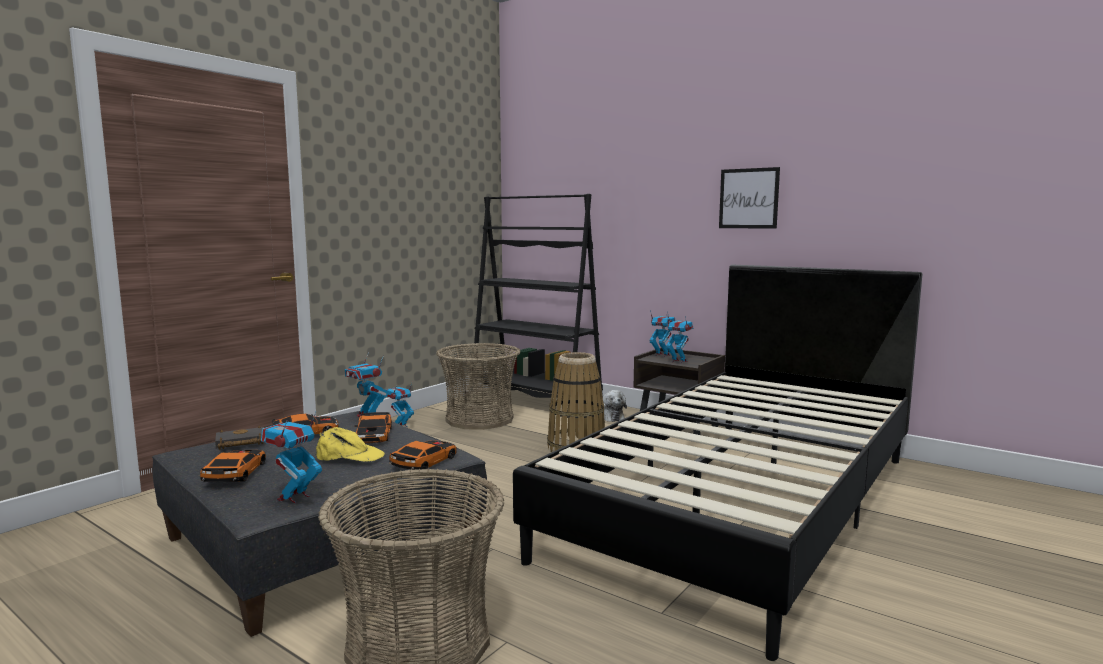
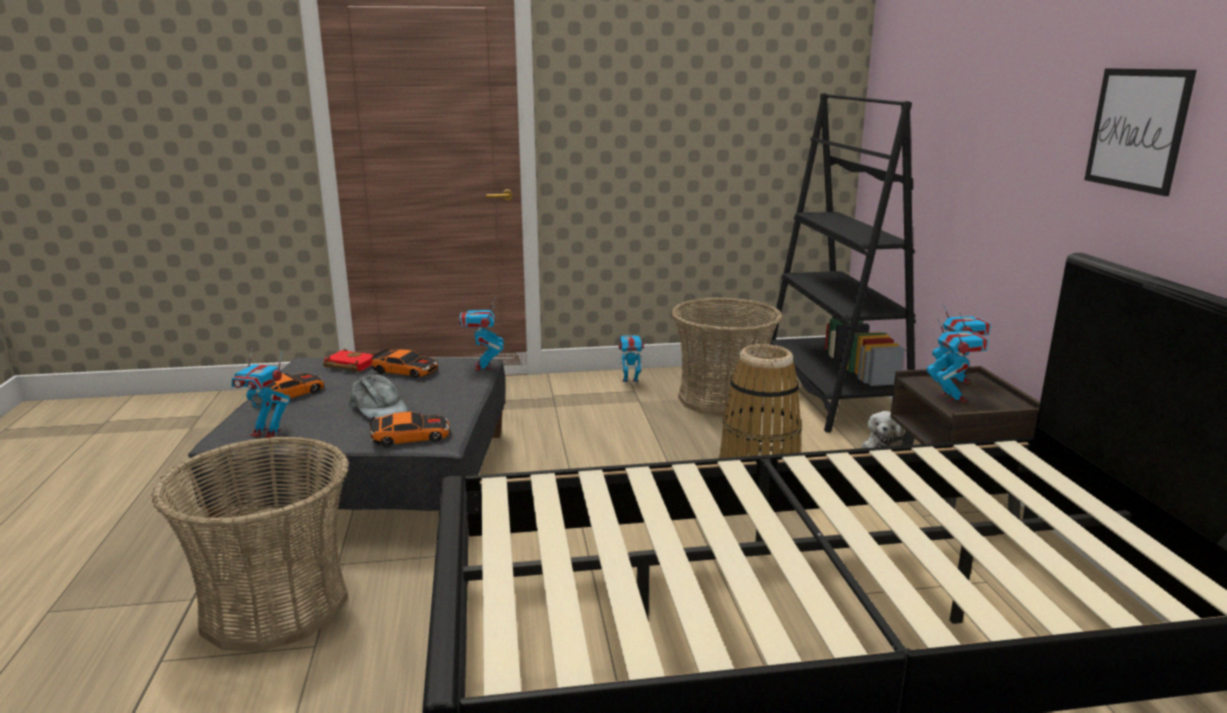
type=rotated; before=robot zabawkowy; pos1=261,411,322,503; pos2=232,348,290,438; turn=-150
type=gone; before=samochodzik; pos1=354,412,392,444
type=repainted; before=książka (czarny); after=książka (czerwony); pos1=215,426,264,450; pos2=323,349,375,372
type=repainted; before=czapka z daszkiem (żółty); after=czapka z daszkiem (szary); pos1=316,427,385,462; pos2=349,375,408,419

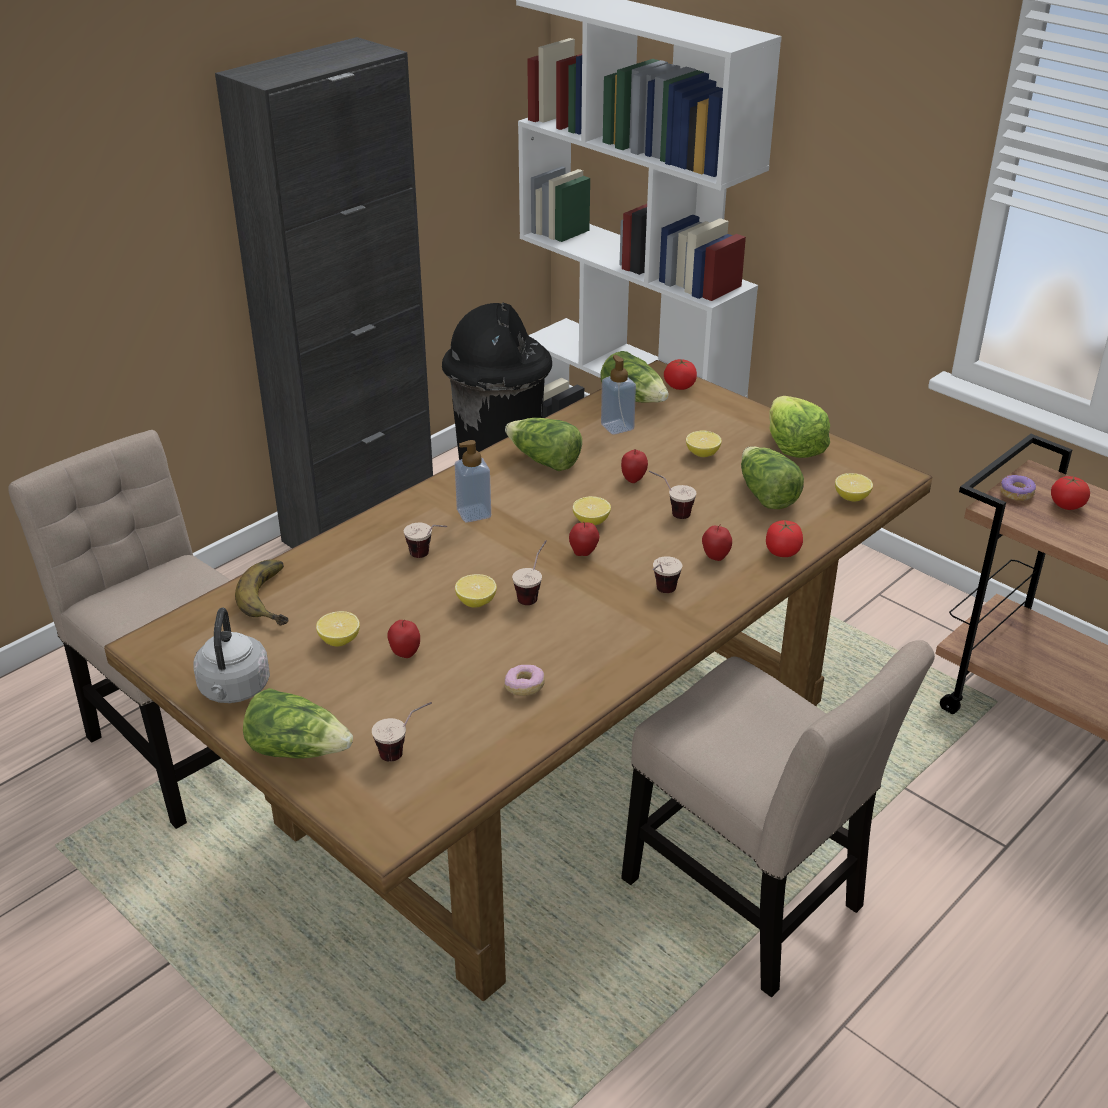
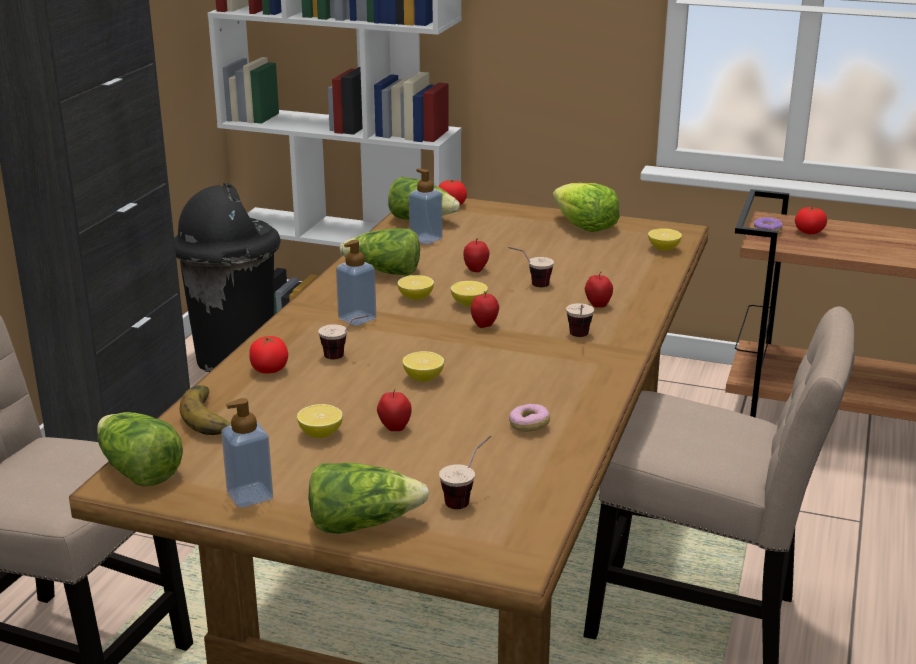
type=shifted; before=cytryna; pos1=686,430,722,457; pos2=397,275,434,300
type=shifted; before=sałata; pos1=741,447,804,509; pos2=97,412,183,487
type=shifted; before=pomidor; pos1=766,520,803,557; pos2=249,336,288,374
type=gone; before=filiżanka; pos1=512,540,547,605
type=swapped; before=czajnik (szary); after=dozownik mydła; pos1=193,607,270,703; pos2=221,398,273,508

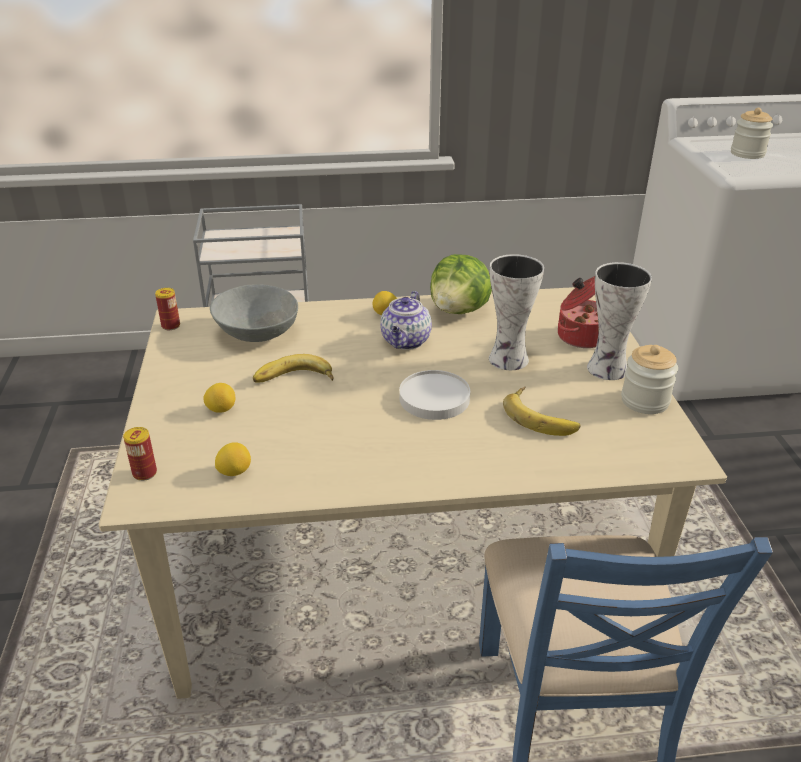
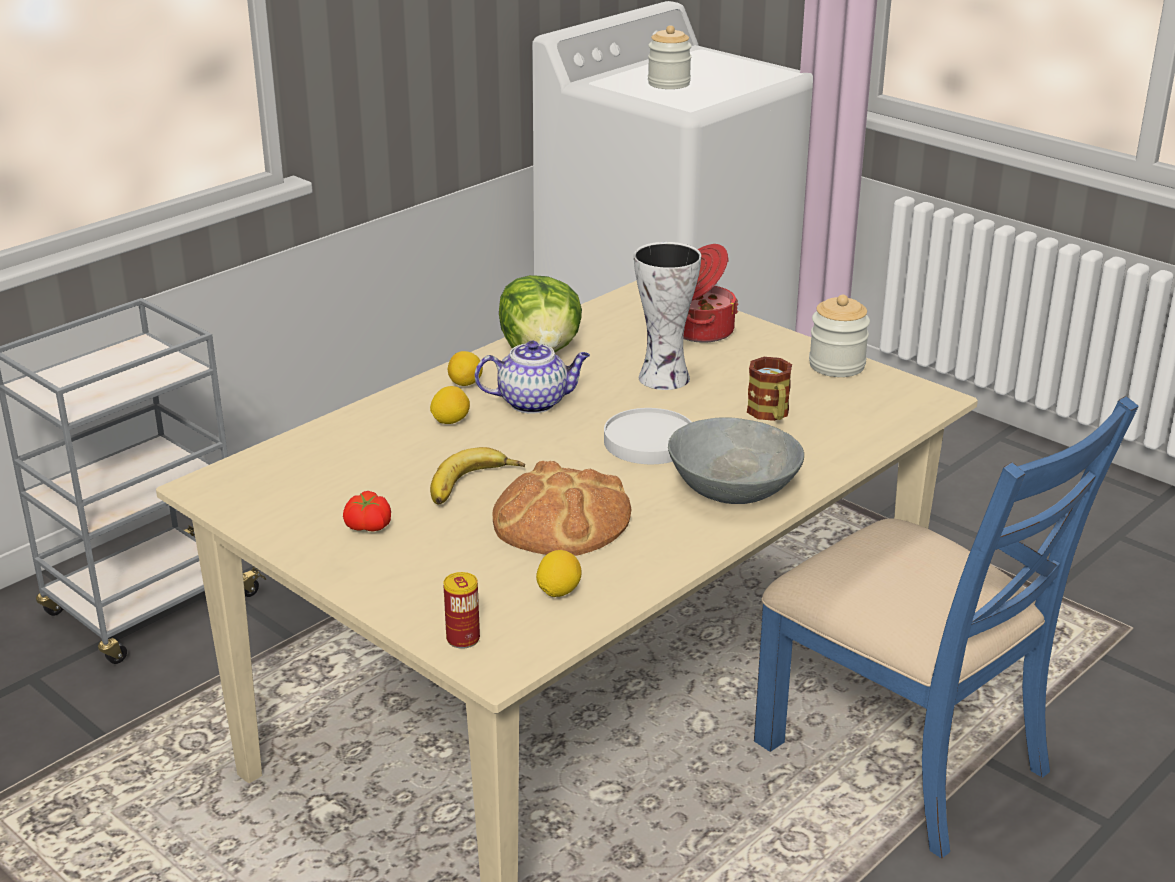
type=gone; before=wazon; pos1=587,262,652,380
type=shifted; before=miska (szary); pos1=210,284,298,342; pos2=668,418,804,504
type=gone; before=puszka; pos1=155,288,180,330
type=rotated; before=imbryk; pos1=380,291,432,350; pos2=475,341,590,414; turn=-75
type=shifted; before=cytryna; pos1=203,383,235,413; pos2=430,386,470,424
type=swapped; before=banan; after=kubek; pos1=503,387,580,436; pos2=747,357,792,421
type=new; after=chleb; pos2=493,461,632,556
type=new; after=pomidor; pos2=343,491,391,531

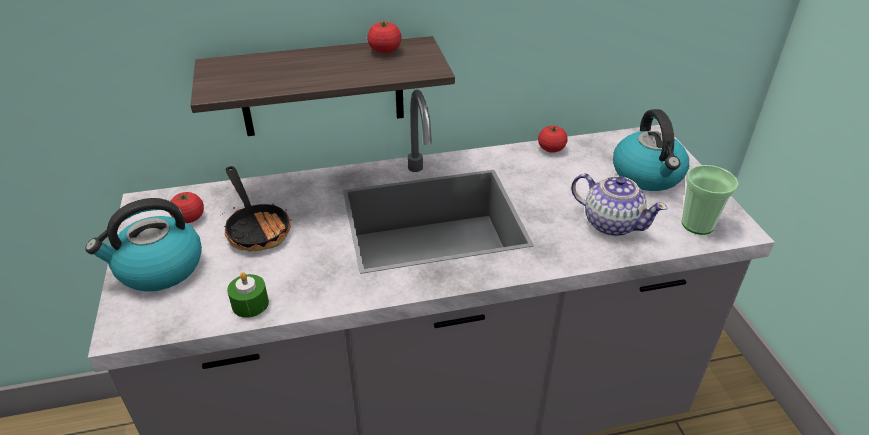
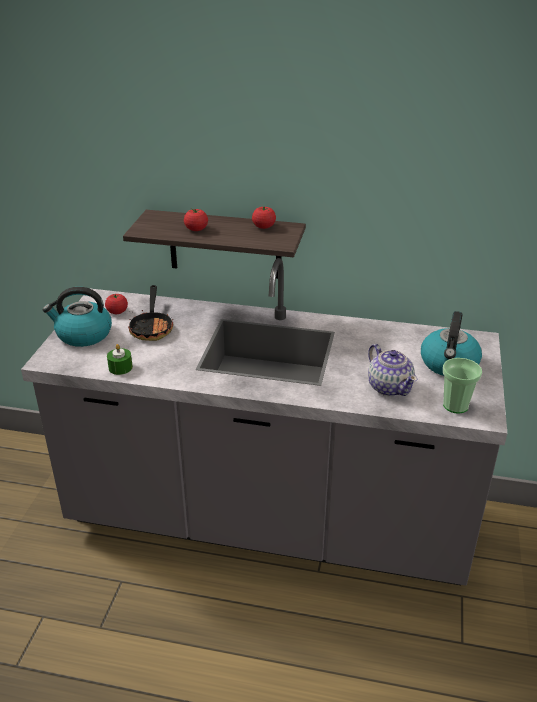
type=shifted; before=pomidor; pos1=538,126,568,153; pos2=184,209,208,231

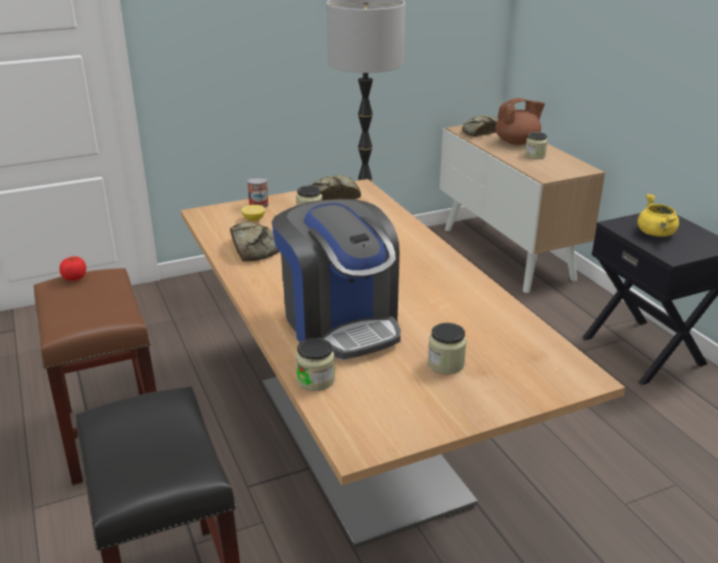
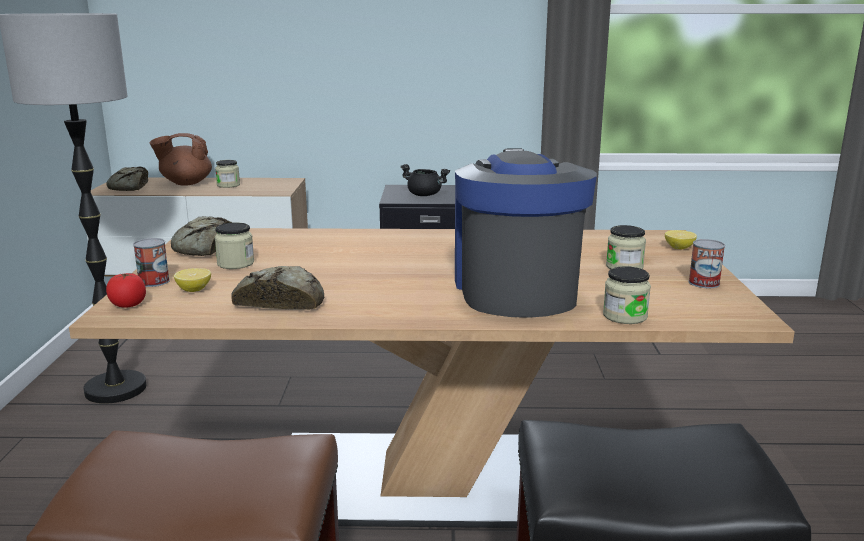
type=rotated; before=imbryk (brązowy); pos1=495,98,545,145; pos2=150,133,212,186; turn=-105
type=repainted; before=garnek (żółty); after=garnek (czarny); pos1=637,194,679,237; pos2=400,164,450,196
type=rotated; before=ekspres do kawy; pos1=272,199,401,360; pos2=455,148,597,318; turn=-90
type=shifted; before=pomidor; pos1=59,256,86,281; pos2=106,273,146,308
type=new; after=cytryna; pos2=665,230,697,250
type=new; after=puszka; pos2=688,239,725,288

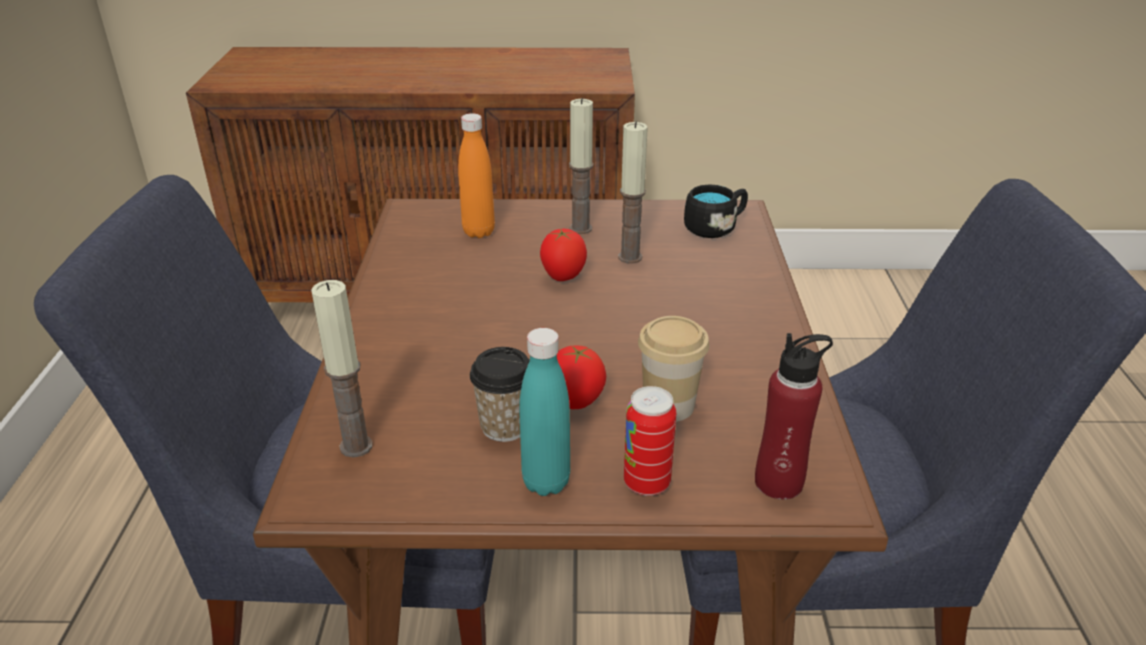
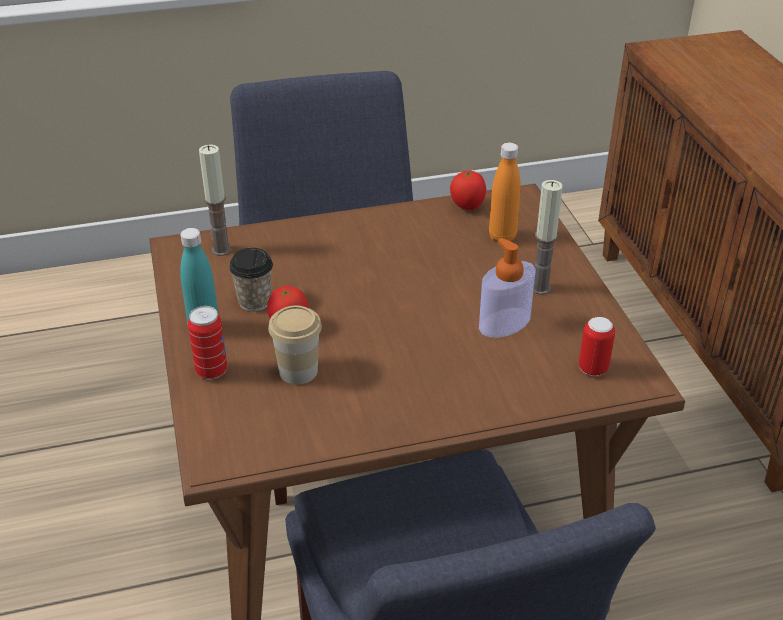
type=swapped; before=świeca; after=dozownik mydła; pos1=618,122,648,264; pos2=479,238,536,338
type=swapped; before=kubek (czarny); after=puszka; pos1=684,184,748,238; pos2=579,317,615,376
type=shifted; before=pomidor; pos1=540,229,587,281; pos2=450,169,486,210
type=gone; before=butelka (czerwony); pos1=755,333,833,499

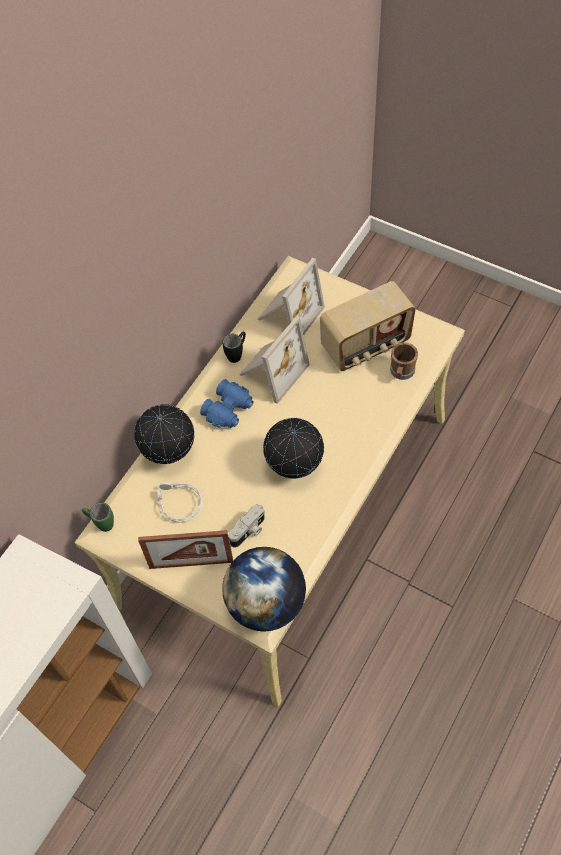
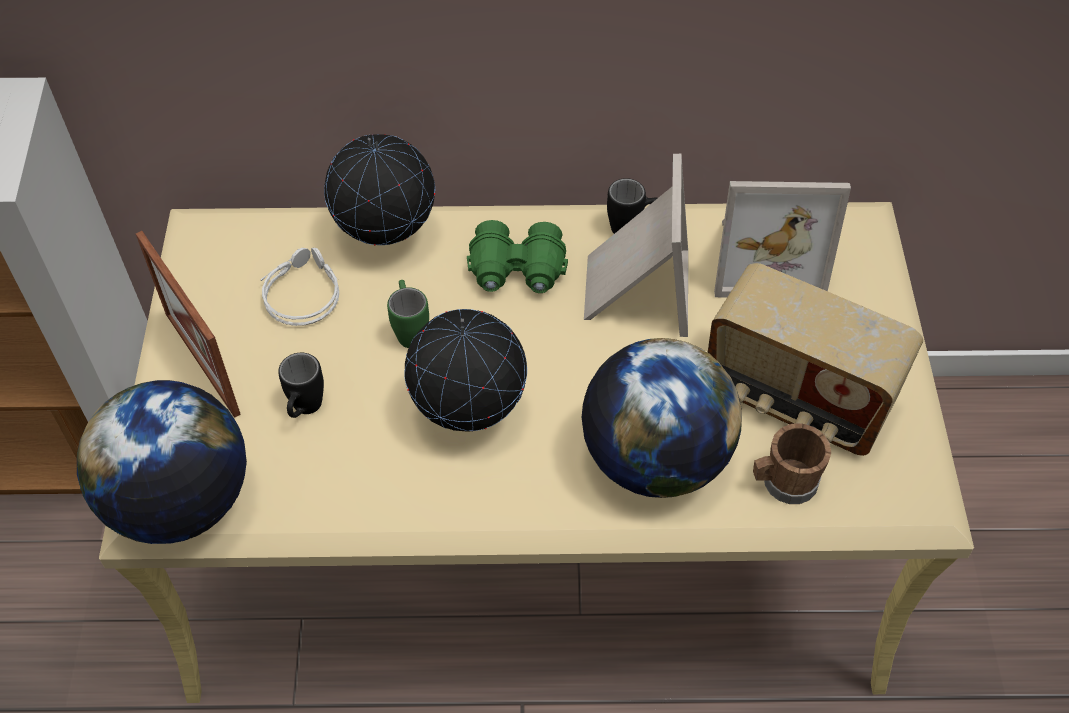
type=rotated; before=ramka na zdjęcie; pos1=239,316,310,404; pos2=584,154,688,337; turn=-90
type=repainted; before=lornetka (niebieski); after=lornetka (zielony); pos1=200,379,254,428; pos2=467,220,568,293
type=shifted; before=kubek (zielony); pos1=82,502,114,532; pos2=387,280,429,348
type=swapped; before=aparat fotograficzny; after=kubek (czarny); pos1=228,504,265,548; pos2=278,353,324,418
type=new; after=globus; pos2=582,338,742,498

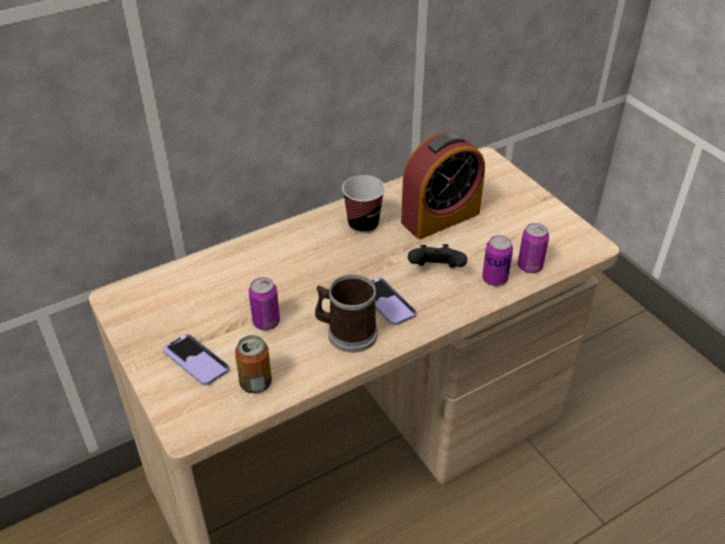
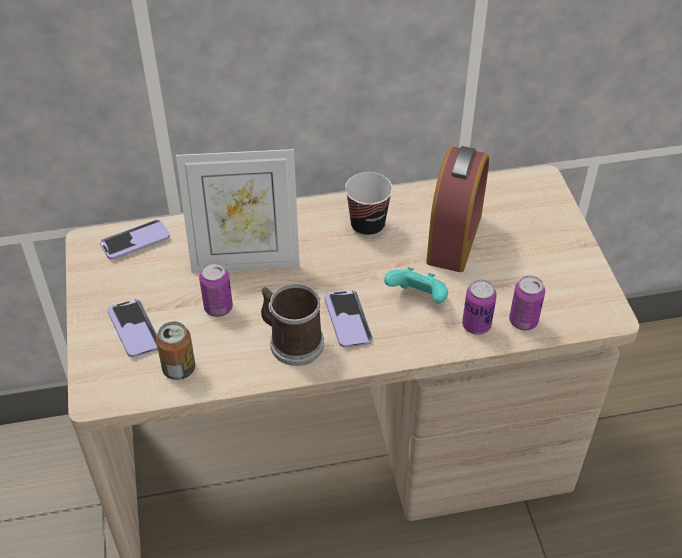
type=rotated; before=budzik; pos1=401,132,485,239; pos2=426,146,489,272; turn=-60
type=repainted; before=pad do gier (czarny); after=pad do gier (turkusowy); pos1=408,244,467,268; pos2=384,267,448,304
type=new; after=ramka na zdjęcie; pos2=176,149,300,273
type=new; after=telefon; pos2=100,220,170,260

